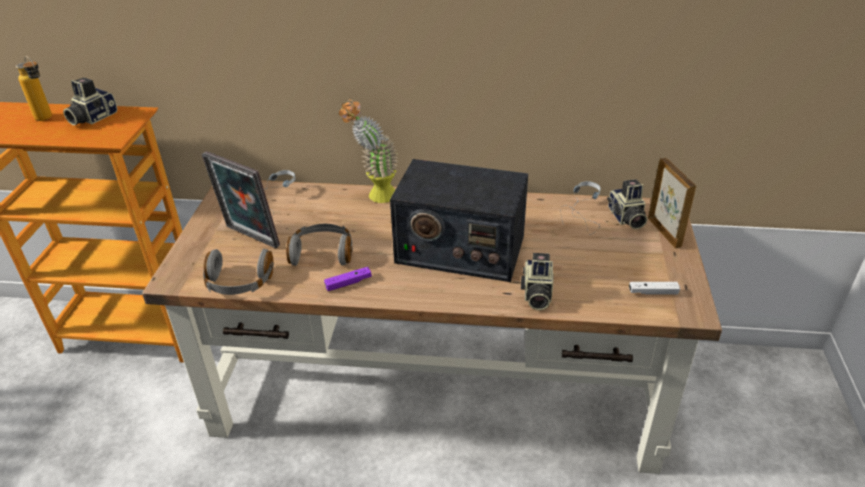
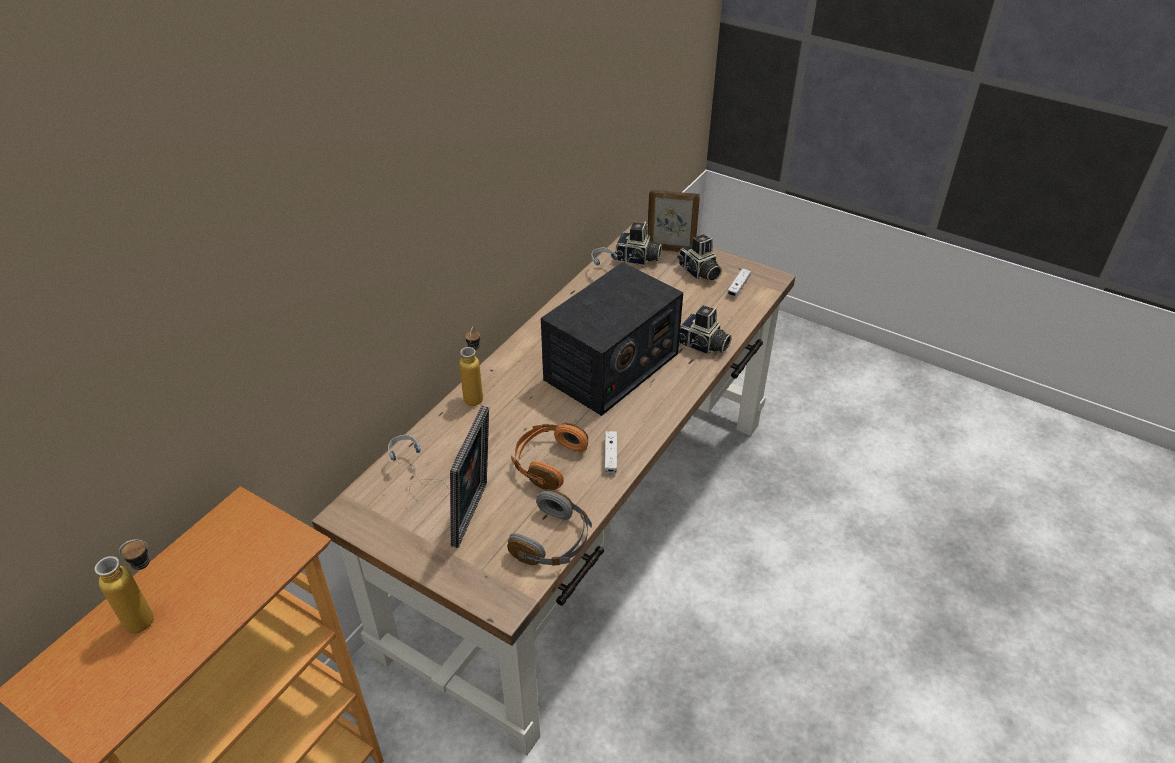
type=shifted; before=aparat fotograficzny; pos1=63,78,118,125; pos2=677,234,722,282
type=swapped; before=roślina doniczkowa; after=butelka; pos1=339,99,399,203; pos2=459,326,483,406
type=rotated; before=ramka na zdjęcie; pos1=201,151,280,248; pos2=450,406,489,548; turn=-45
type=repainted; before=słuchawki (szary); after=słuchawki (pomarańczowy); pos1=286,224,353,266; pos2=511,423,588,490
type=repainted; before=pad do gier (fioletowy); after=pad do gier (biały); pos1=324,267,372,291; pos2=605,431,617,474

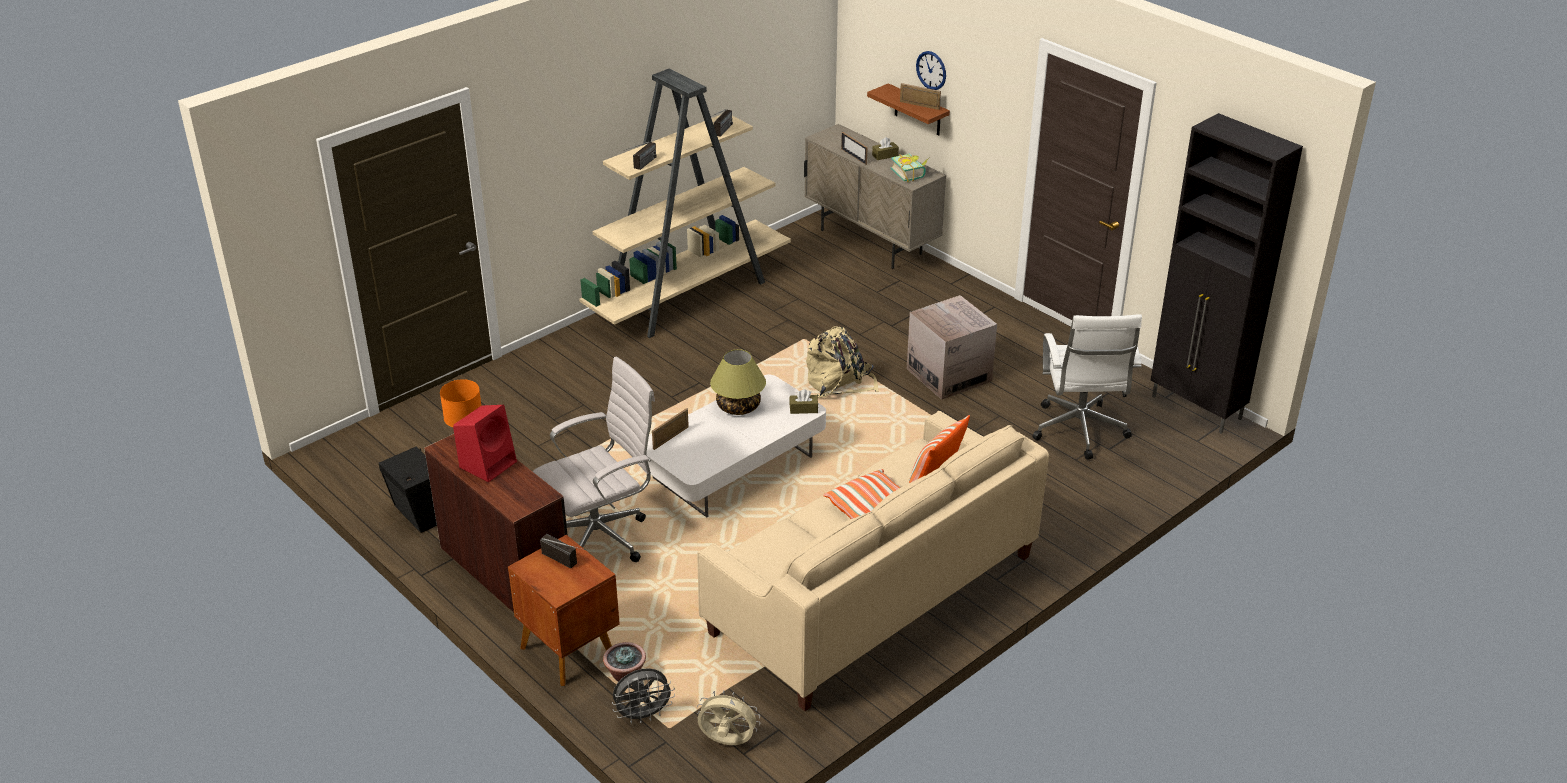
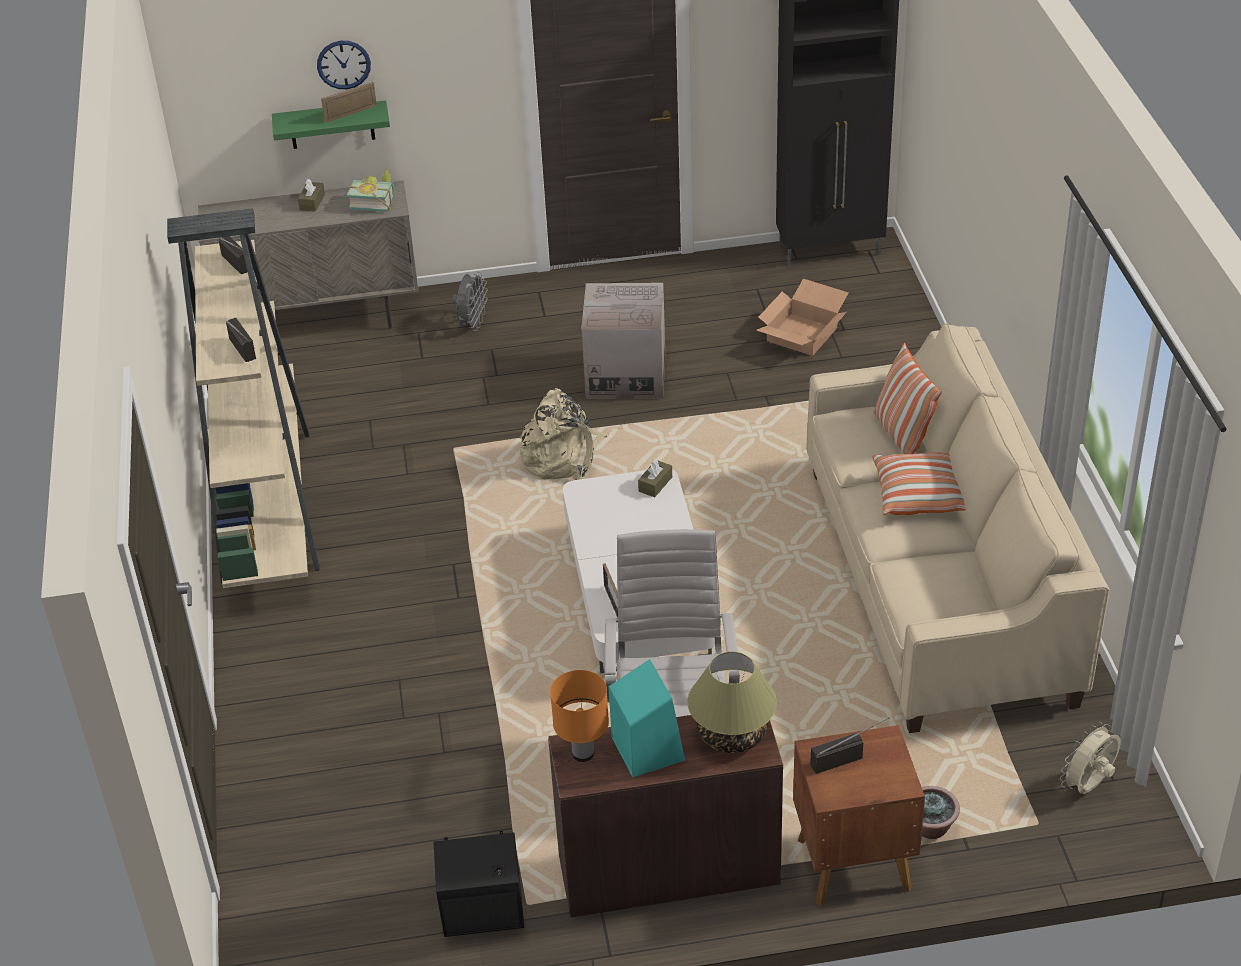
type=repainted; before=półka (brązowy); after=półka (zielony); pos1=867,83,950,135; pos2=272,100,390,149
type=gone; before=ramka na zdjęcie; pos1=841,132,868,165
type=swapped; before=krzesło biurowe (biały); after=karton; pos1=1032,314,1142,460; pos2=756,279,849,356
type=shifted; before=lampa stołowa; pos1=710,349,766,415; pos2=687,652,777,753
type=repainted; before=głośnik (czerwony); after=głośnik (turkusowy); pos1=453,405,517,482; pos2=608,659,685,777
type=shifted; before=wentylator (szary); pos1=612,668,675,724; pos2=452,271,488,331

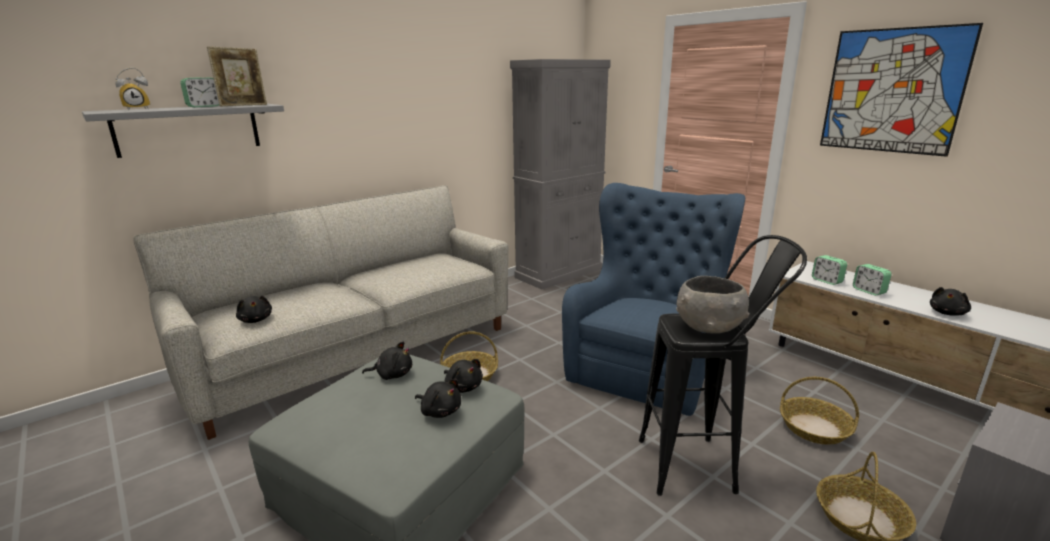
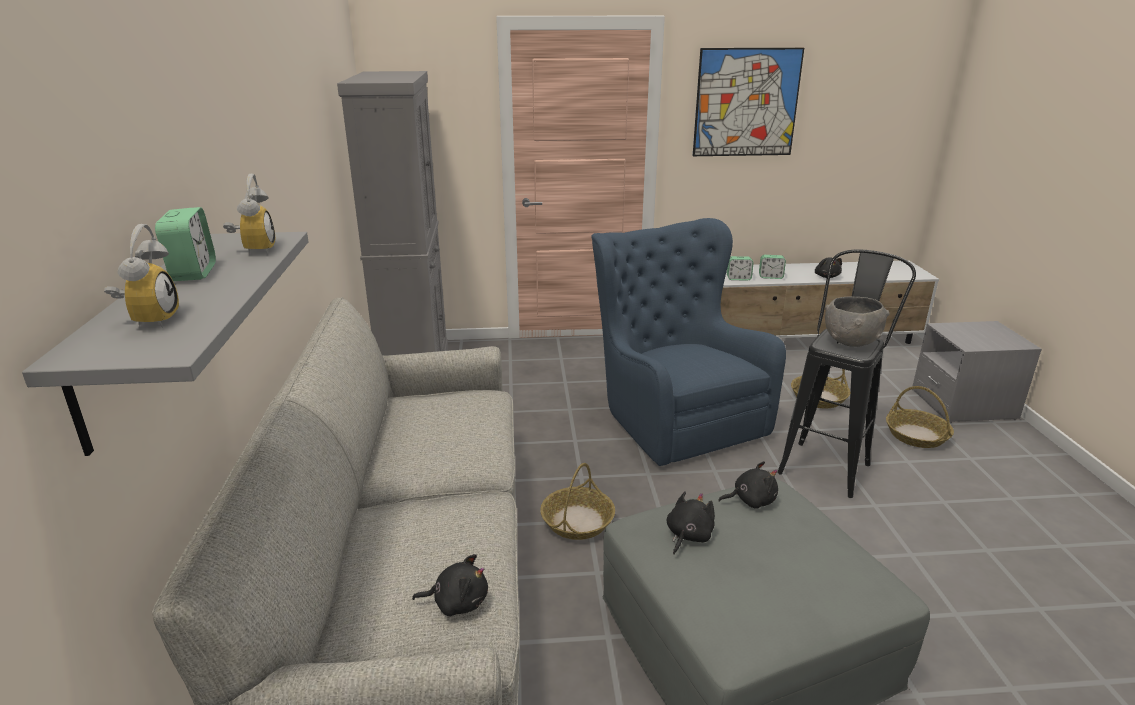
type=swapped; before=ramka na zdjęcie; after=budzik; pos1=207,46,267,106; pos2=223,174,275,254
type=gone; before=pluszak (czarny); pos1=415,379,461,418

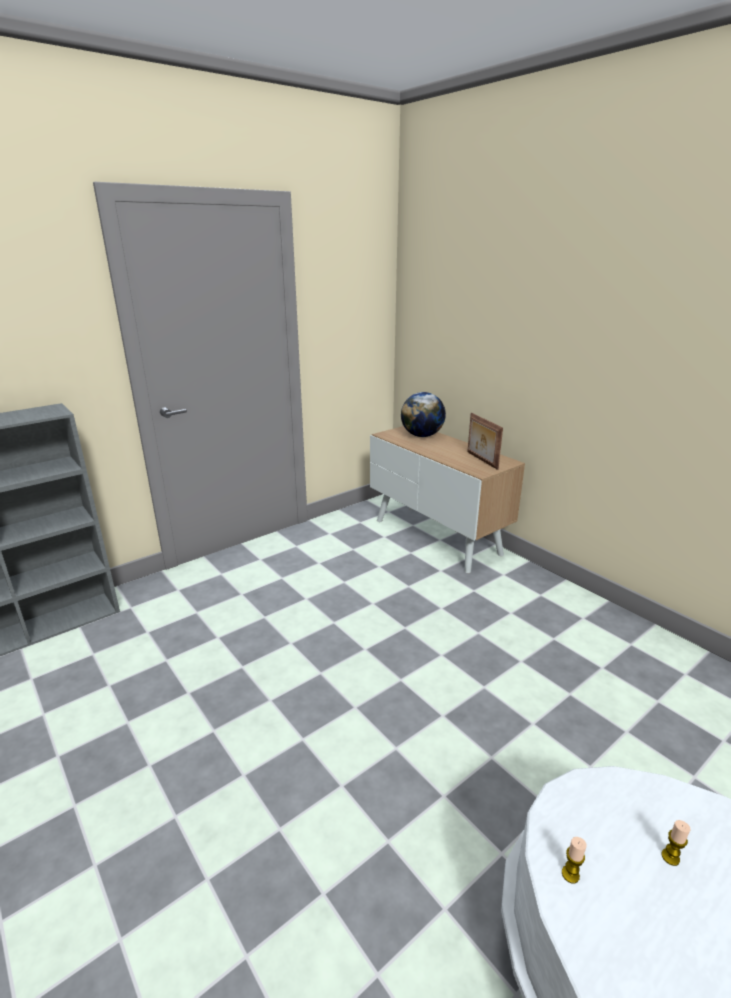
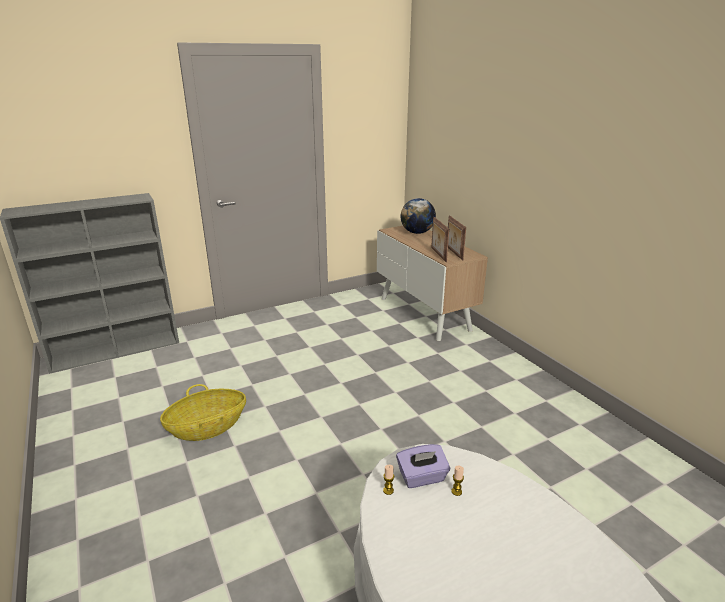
type=new; after=ramka na zdjęcie; pos2=431,217,449,262
type=new; after=koszyk; pos2=160,384,246,441
type=new; after=pudełko chusteczek (fioletowy); pos2=396,444,450,488

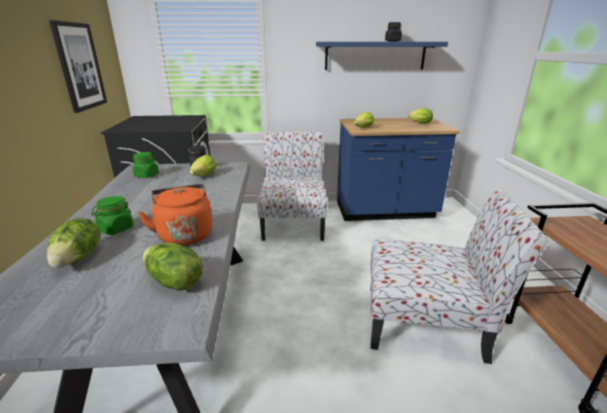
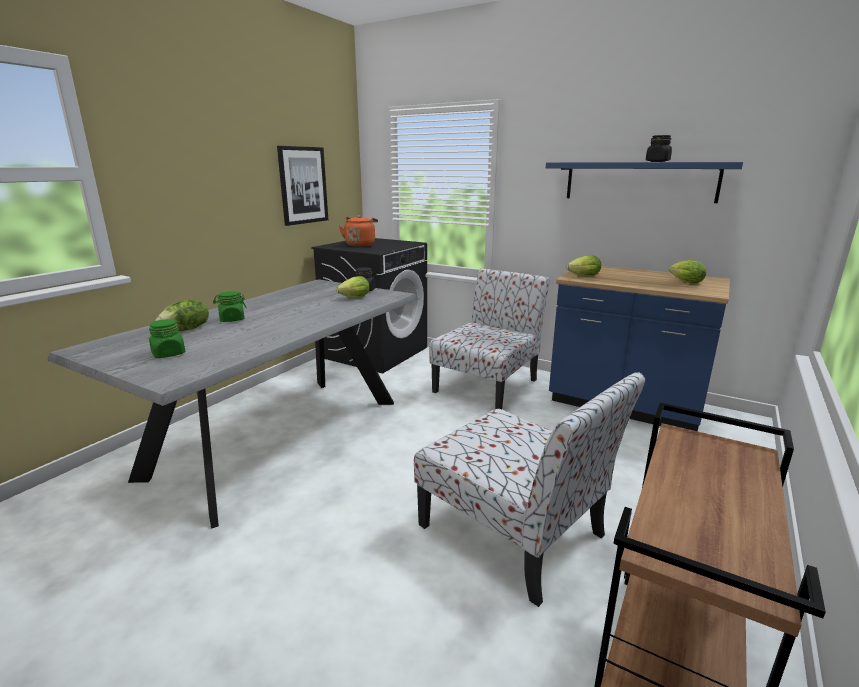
type=shifted; before=słoik (zielony); pos1=133,152,159,178; pos2=149,319,185,358
type=shifted; before=czajnik (pomarańczowy); pos1=138,184,212,246; pos2=339,215,378,247
type=gone; before=sałata; pos1=143,242,203,291

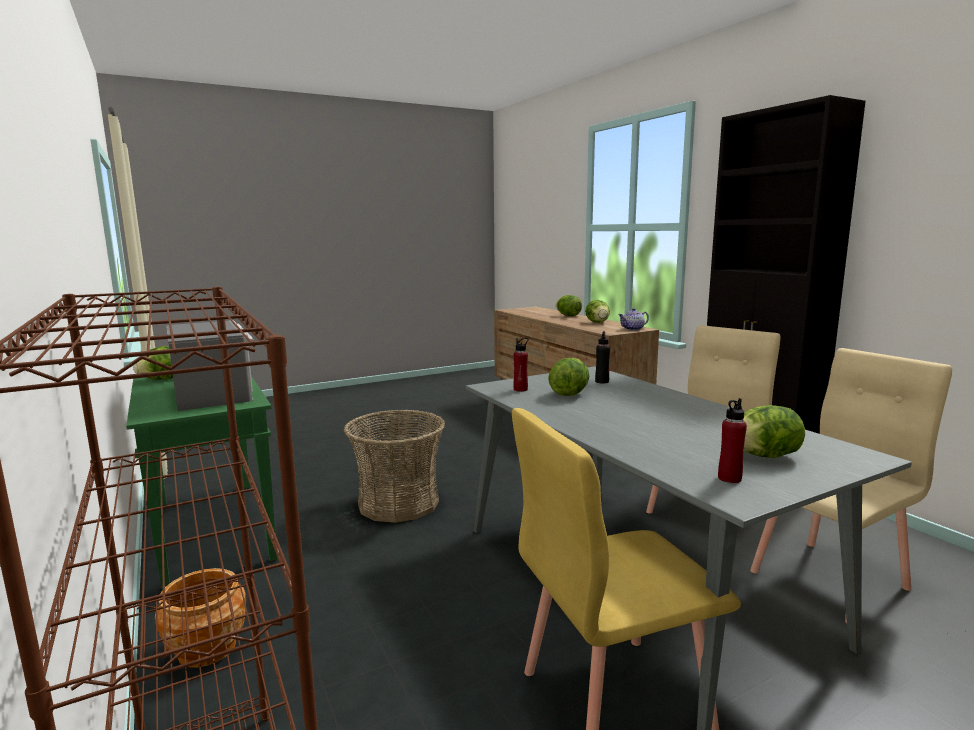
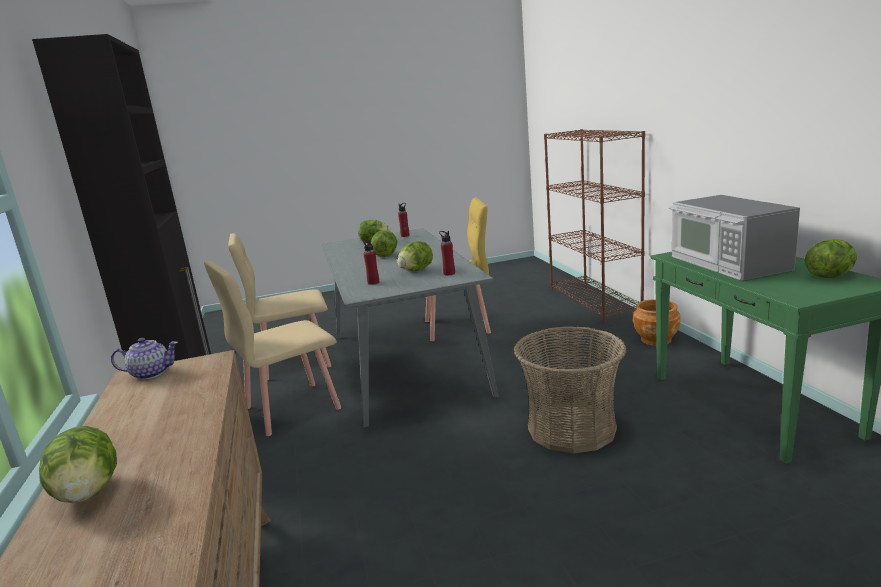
type=shifted; before=sałata; pos1=585,300,610,323; pos2=371,230,397,257
type=repainted; before=butelka (czarny); after=butelka (czerwony); pos1=595,331,610,383; pos2=364,239,379,285

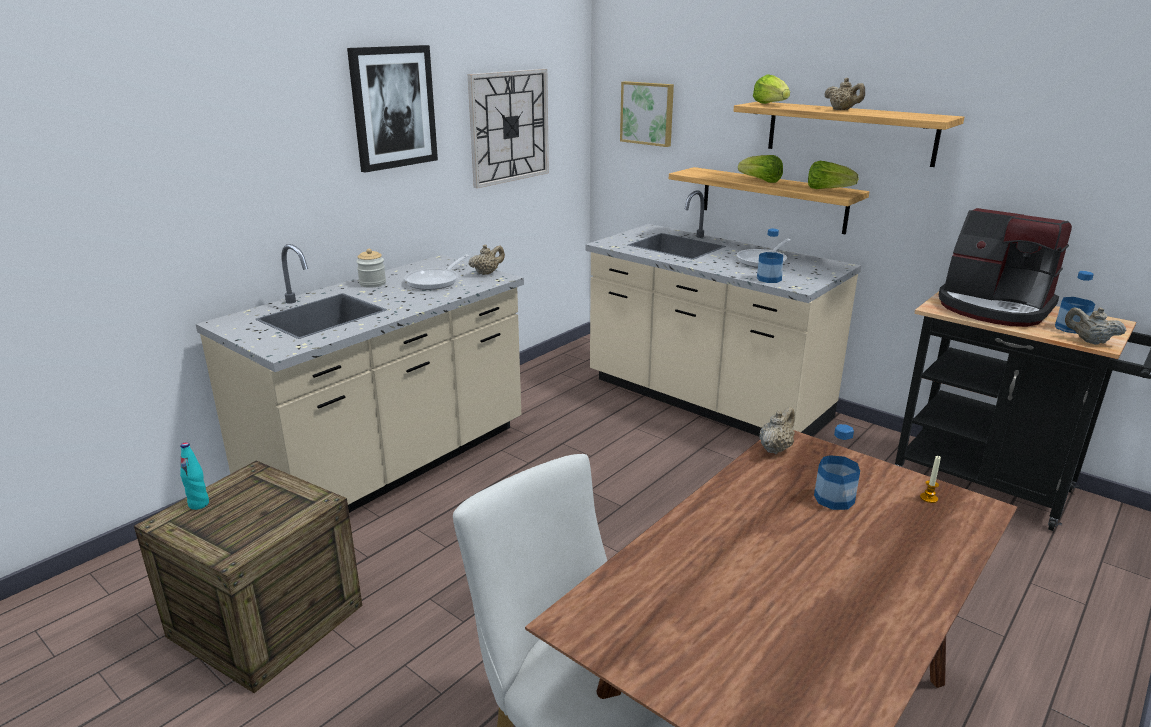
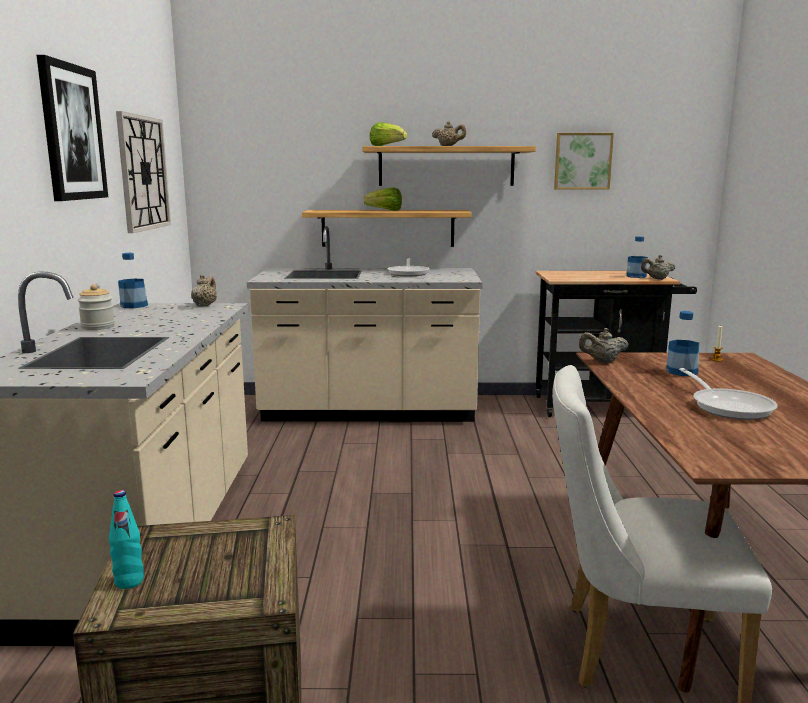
type=shifted; before=obraz; pos1=620,81,674,147; pos2=554,133,614,189
type=gone; before=sałata; pos1=808,161,858,189
type=gone; before=ekspres do kawy; pos1=938,208,1072,327
type=shifted; before=butelka; pos1=757,229,783,283; pos2=118,253,148,308
type=shifted; before=patelnia; pos1=404,254,469,290; pos2=679,368,777,420
type=rotated; before=imbryk (beżowy); pos1=759,407,795,454; pos2=579,328,628,363; turn=-90

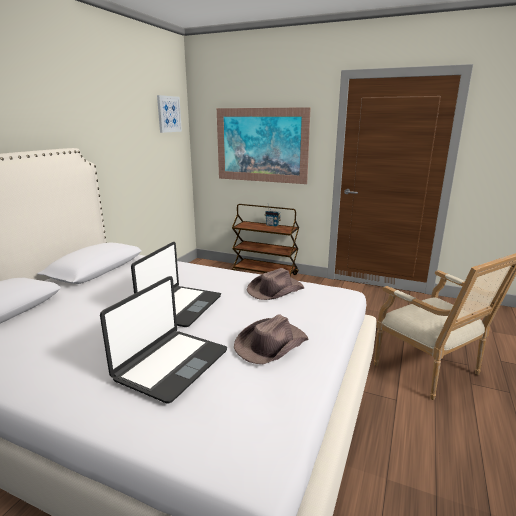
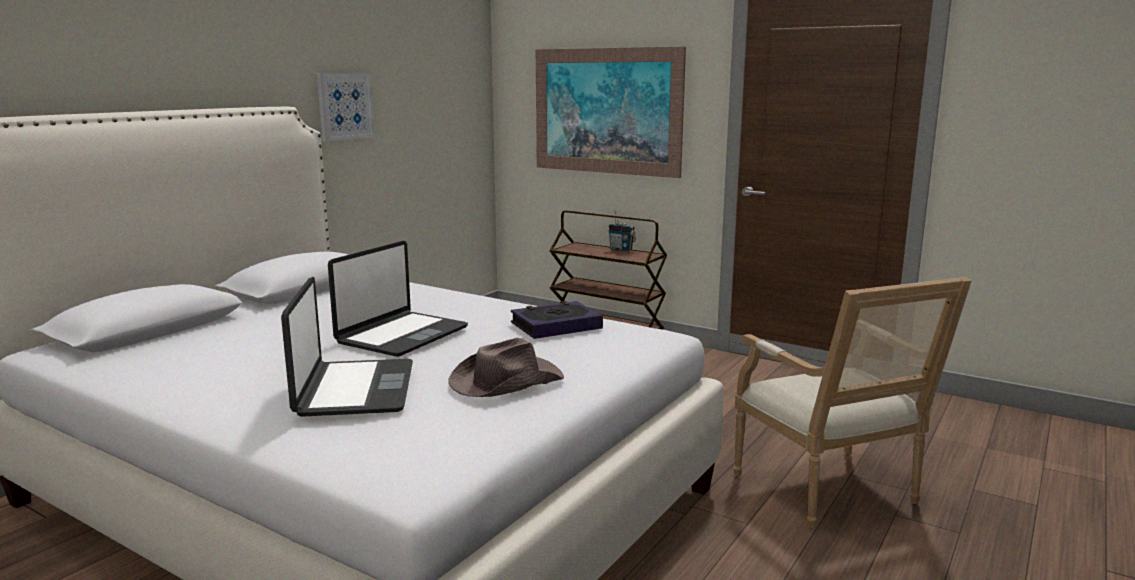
type=shifted; before=obraz; pos1=157,95,182,133; pos2=317,73,375,141
type=swapped; before=kapelusz (brązowy); after=książka; pos1=247,268,304,300; pos2=511,301,603,339
type=rotated; before=laptop; pos1=100,276,227,403; pos2=281,277,413,417; turn=-45

